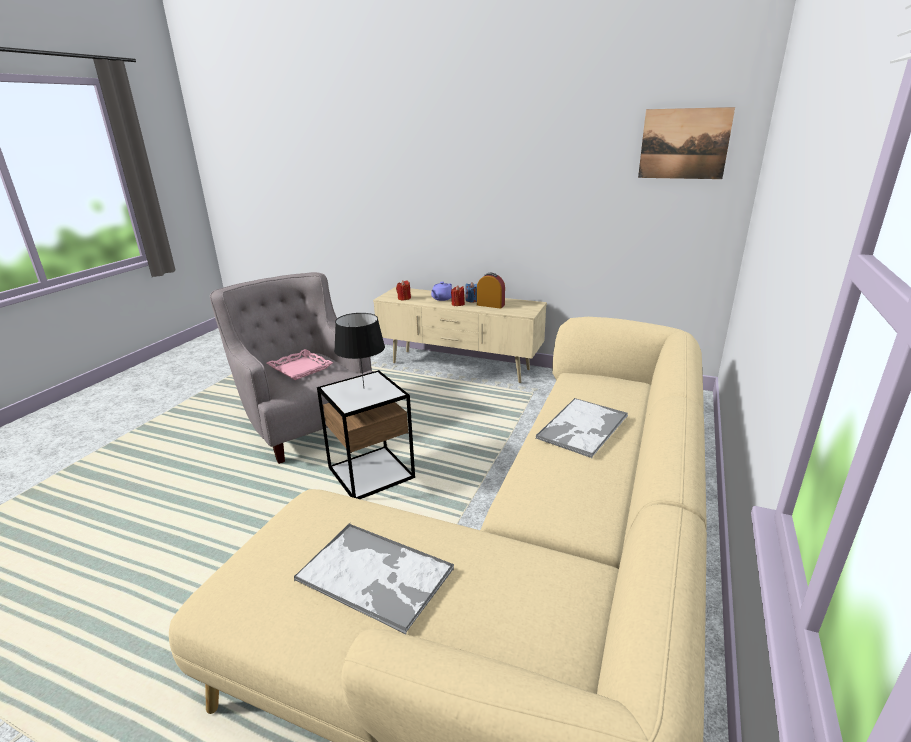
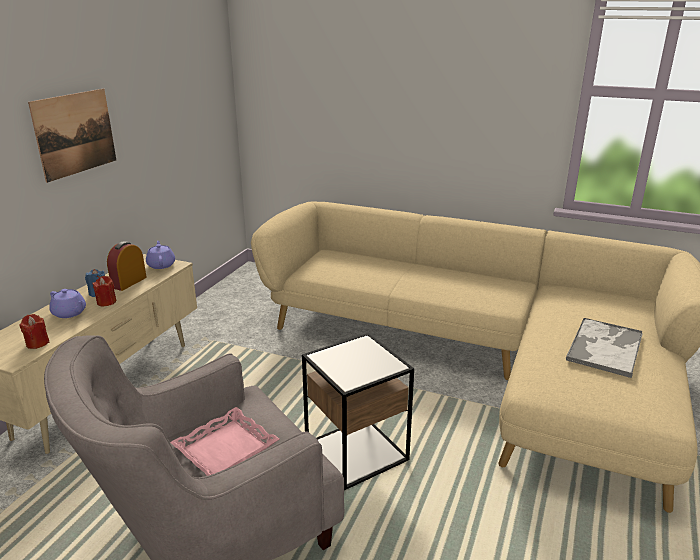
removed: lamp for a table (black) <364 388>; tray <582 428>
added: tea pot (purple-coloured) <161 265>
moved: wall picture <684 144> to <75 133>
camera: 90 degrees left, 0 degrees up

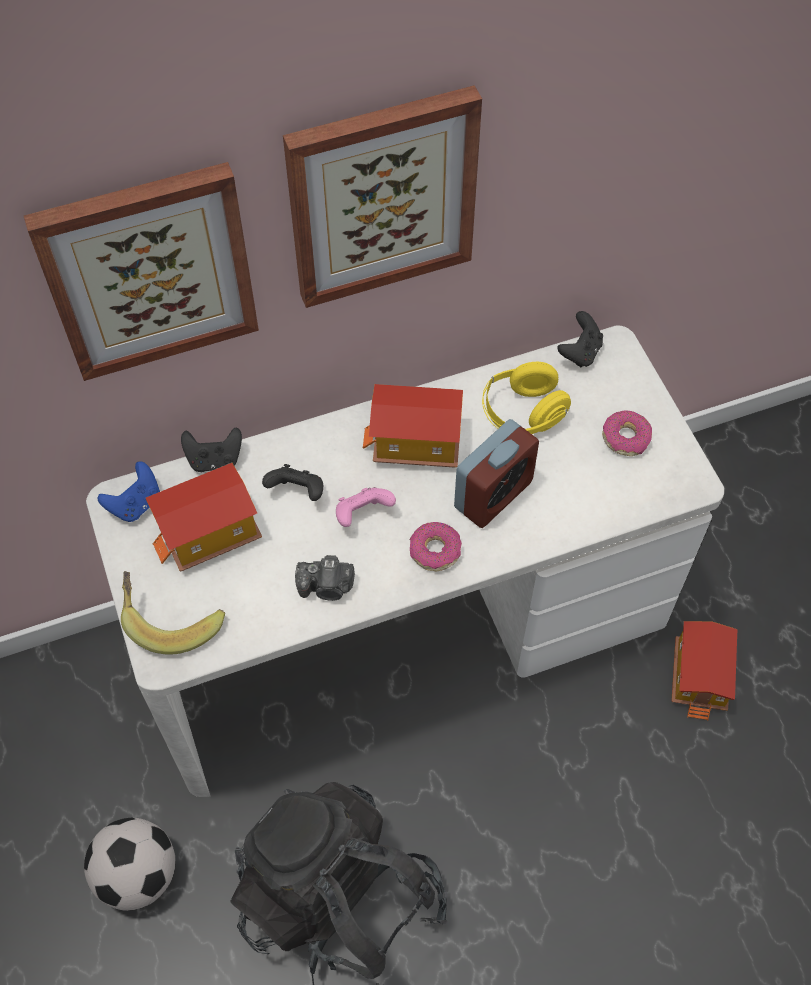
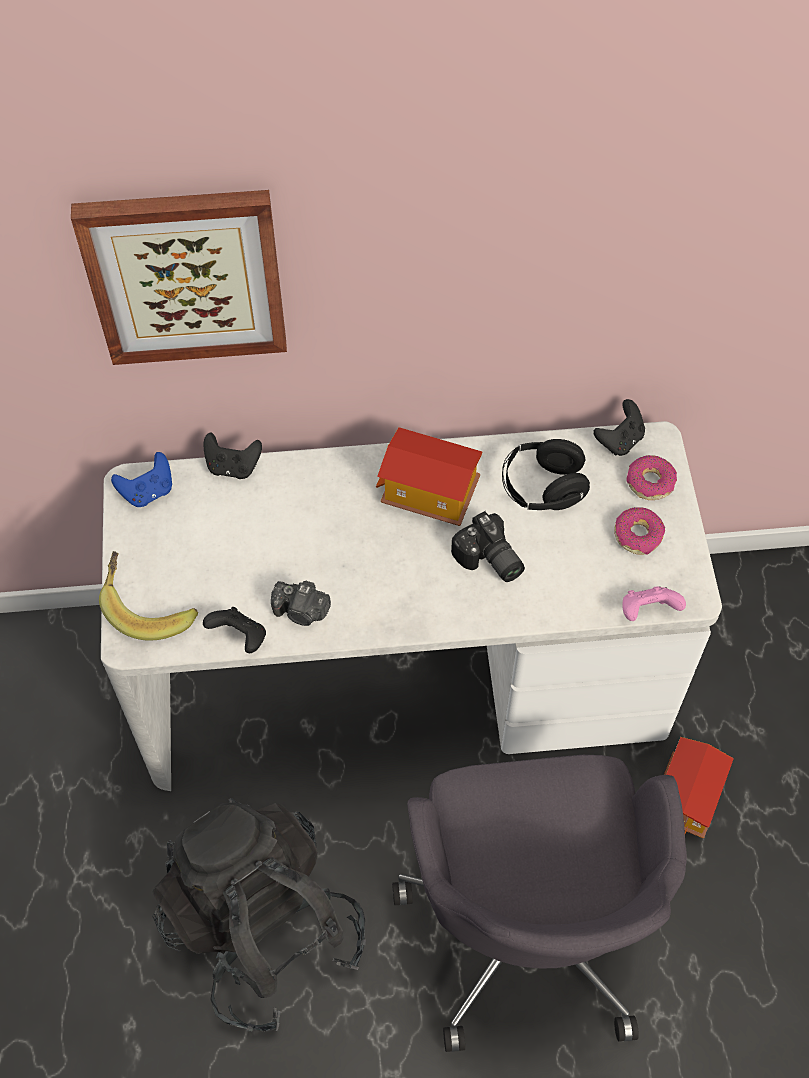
removed: football ball <138 874>; toy house <209 534>; wall picture <381 196>
added: computer chair (gray) <529 922>
moved: joypad (black) <297 492> to <240 637>; joypad (pink-coloured) <362 514> to <647 611>; doughnut <435 550> to <650 482>
replaced: alarm clock <493 495> to still camera <488 561>
recoloured: headphones (yellow) <522 414> to headphones (black) <542 488>
camera: 15 degrees right, 0 degrees up

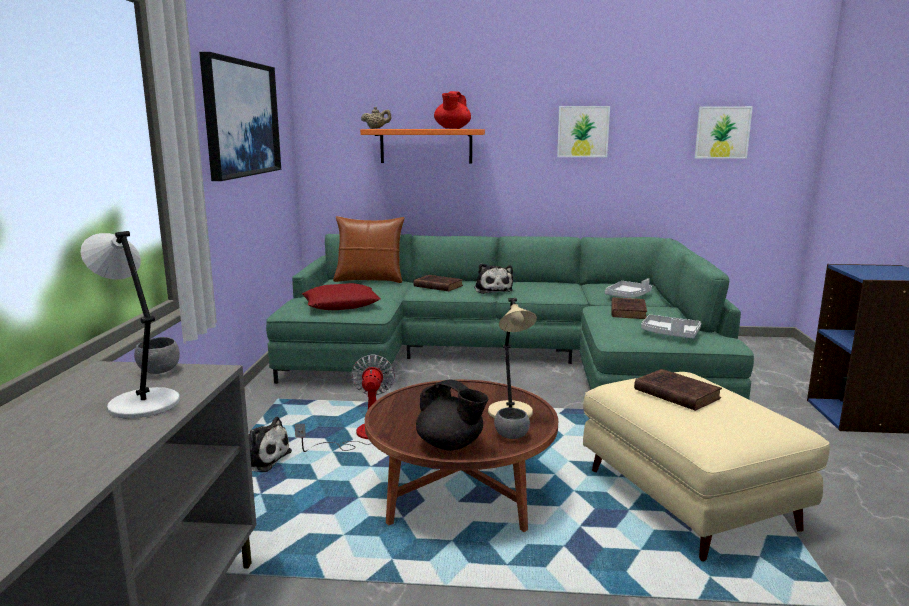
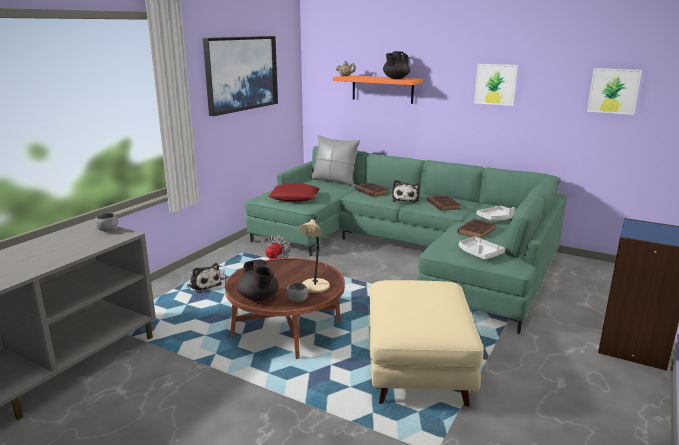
removed: lamp for a table (gray) <141 403>
moved: book (brown-coloured) <674 393> to <443 205>
recoloured: throw pillow (brown-coloured) <369 280> to throw pillow (gray) <334 181>; tea pot (red-coloured) <452 128> to tea pot (black) <395 78>
camera: 25 degrees right, 5 degrees up

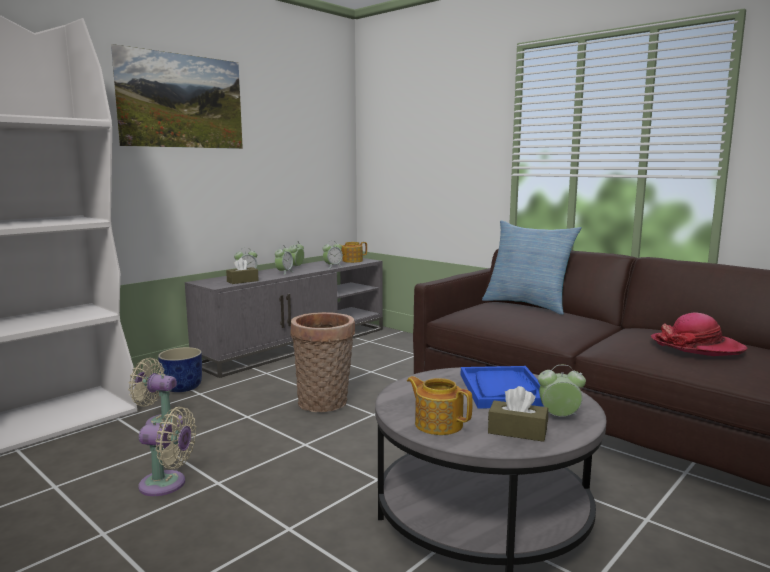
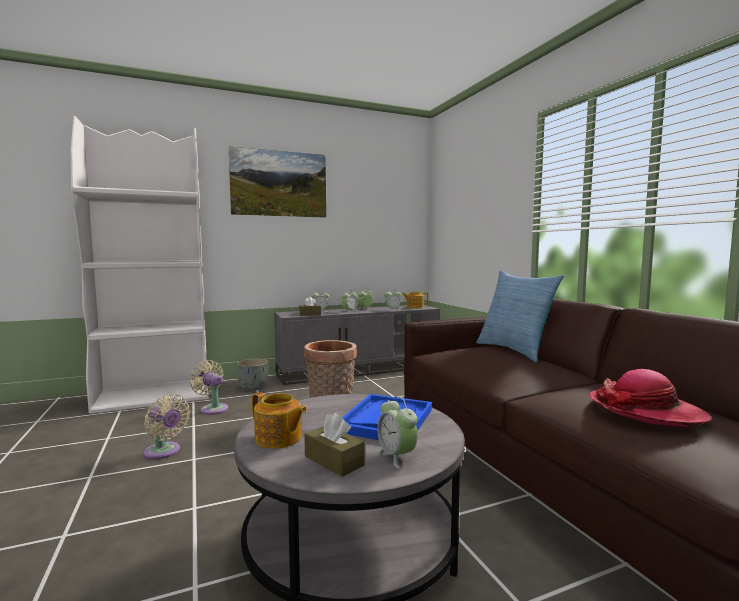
recoloured: planter (bluish) <182 387> to planter (gray) <253 387>
turned: tea pot <438 424> = <278 439> 150 degrees clockwise; alarm clock <559 417> = <396 456> 150 degrees counterclockwise
camera: 25 degrees right, 5 degrees down

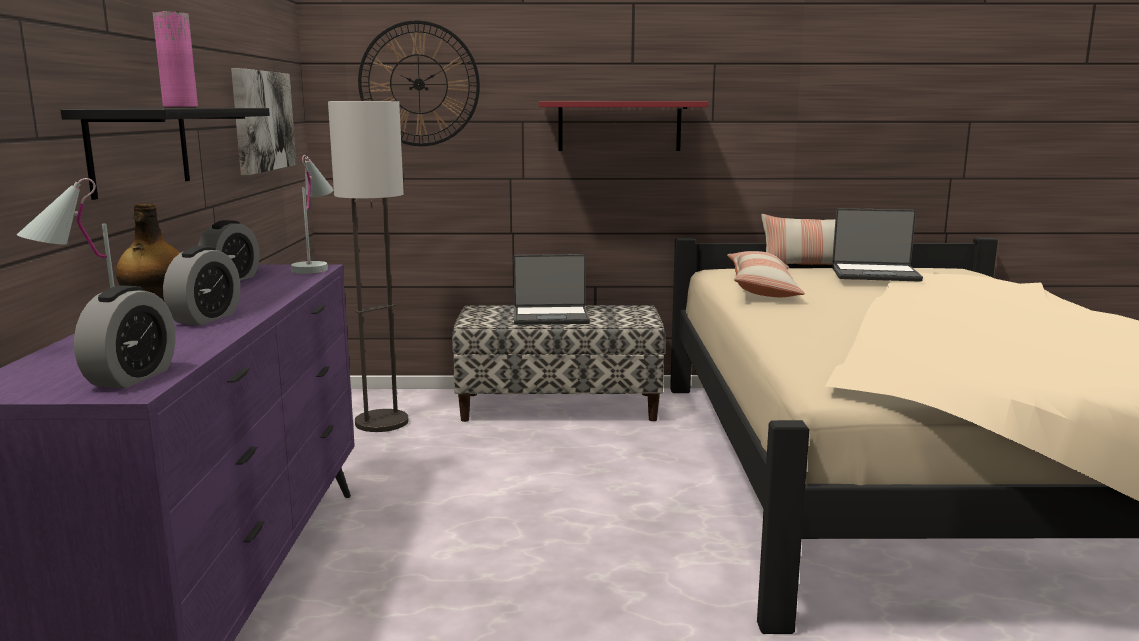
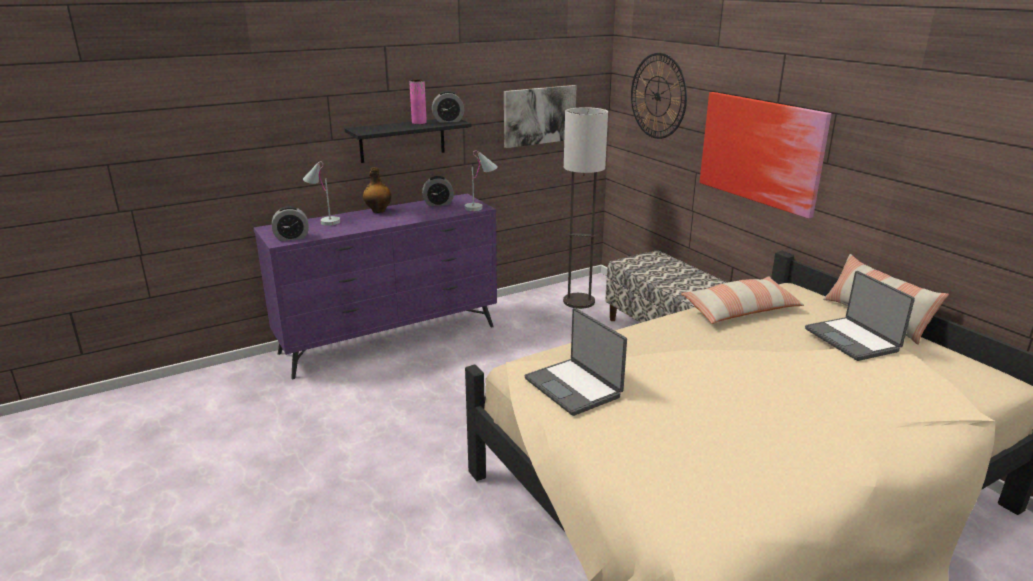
moved: alarm clock <206 318> to <448 121>; portable computer <551 317> to <574 387>
replaced: wall shelf (red-coloured) <619 126> to wall picture <760 151>
camera: 60 degrees right, 10 degrees up

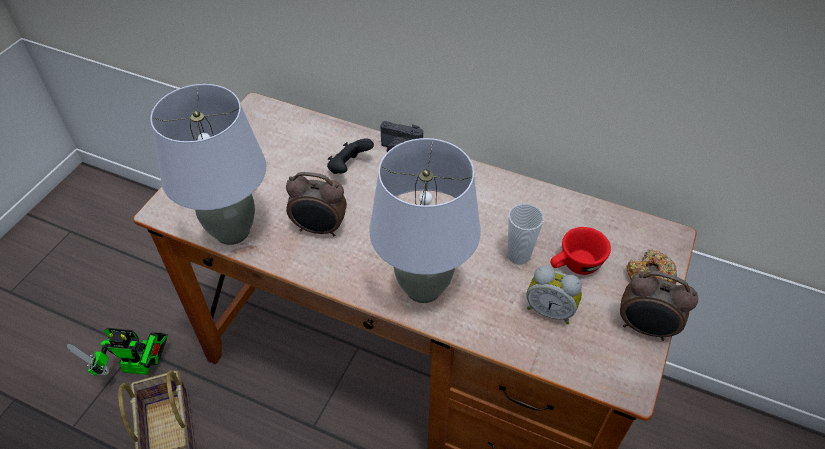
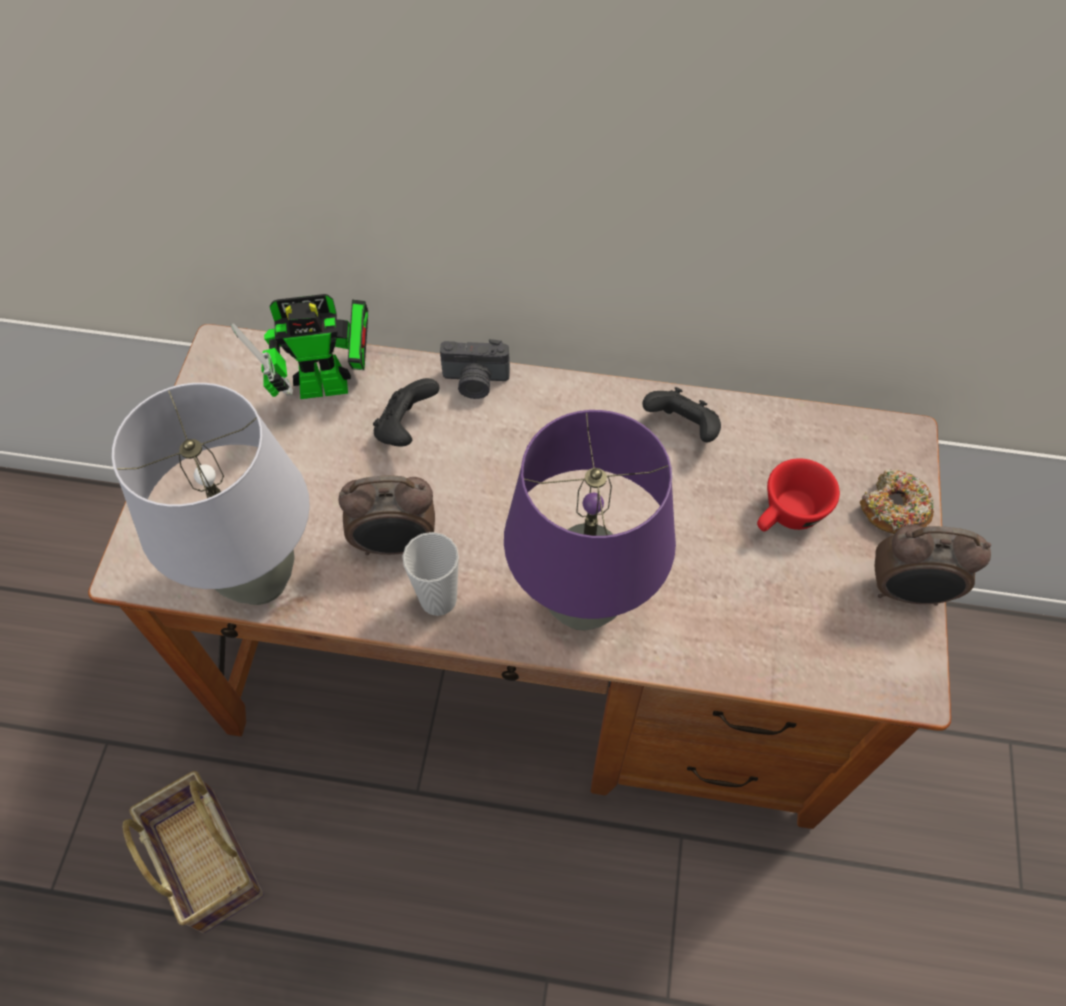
removed: alarm clock <550 310>
added: joypad (black) <682 428>
moved: toy robot <141 368> to <332 386>; small cup <518 255> to <438 599>
recoloured: lamp for a table (gray) <424 288> to lamp for a table (purple-coloured) <583 604>
camera: 15 degrees left, 10 degrees up

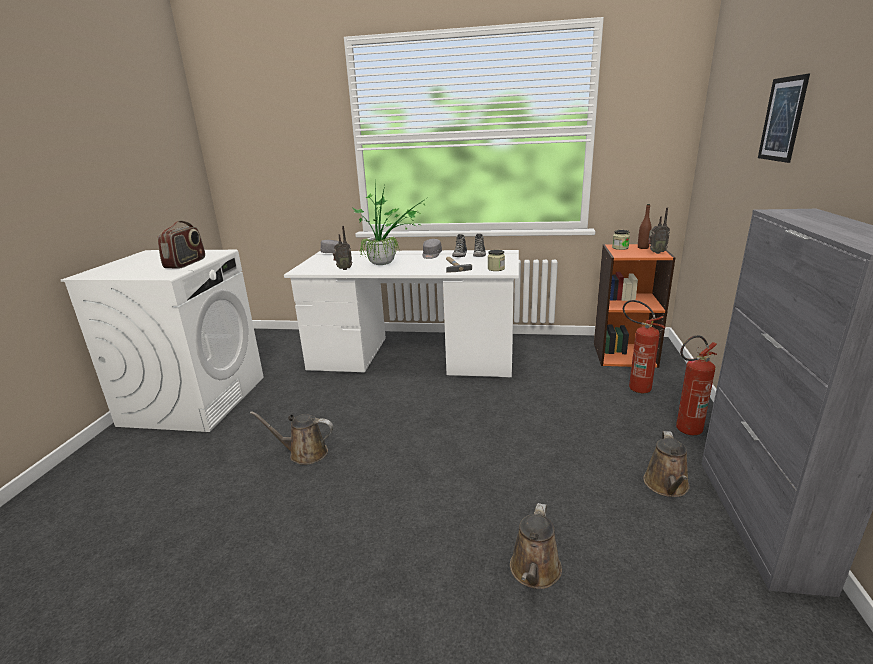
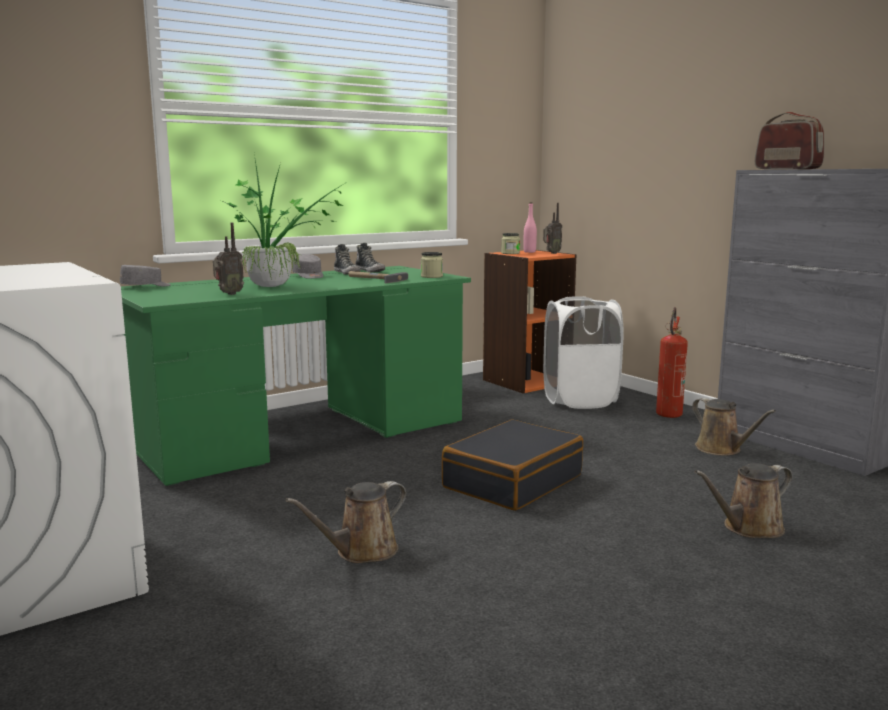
removed: wall picture <782 119>
added: piece of luggage (black) <512 481>
moved: radio <186 263> to <787 169>
replaced: fire extinguisher <634 387> to washing basket (white-coloured) <580 400>
recoloured: desk (white-coloured) <413 356> to desk (green-coloured) <302 434>; beverage bottle (brown-coloured) <643 248> to beverage bottle (pink-coloured) <529 252>
turned: watering pot (brown-coloured) <534 572> = <748 528> 90 degrees clockwise
camera: 45 degrees left, 10 degrees down

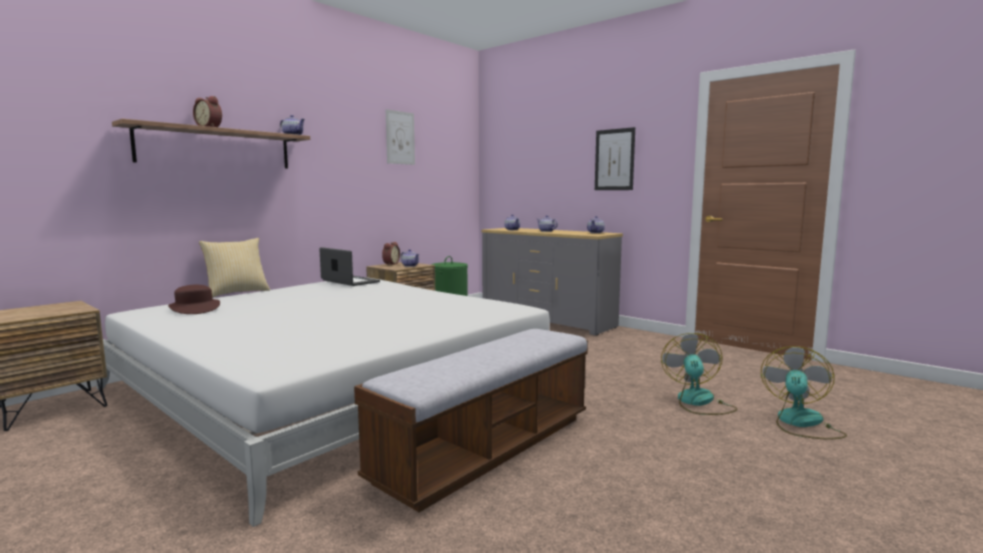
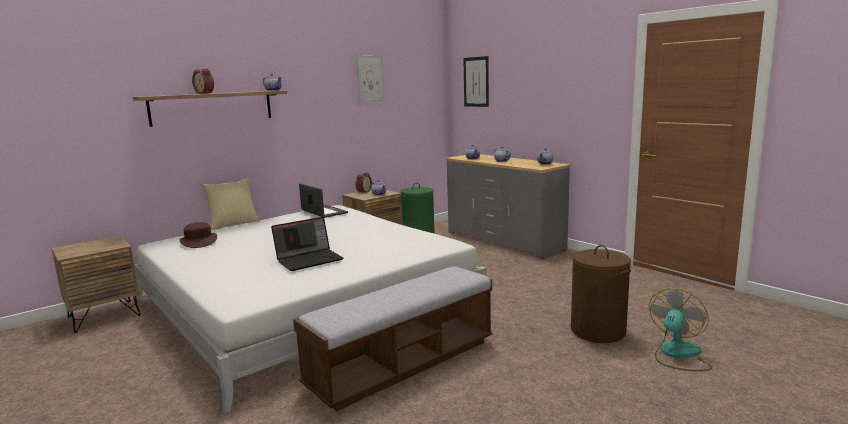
added: portable computer <309 259>
moved: wall picture <614 159> to <476 82>
replaced: electric fan <698 402> to washing basket (brown-coloured) <597 331>
camera: 10 degrees right, 5 degrees up

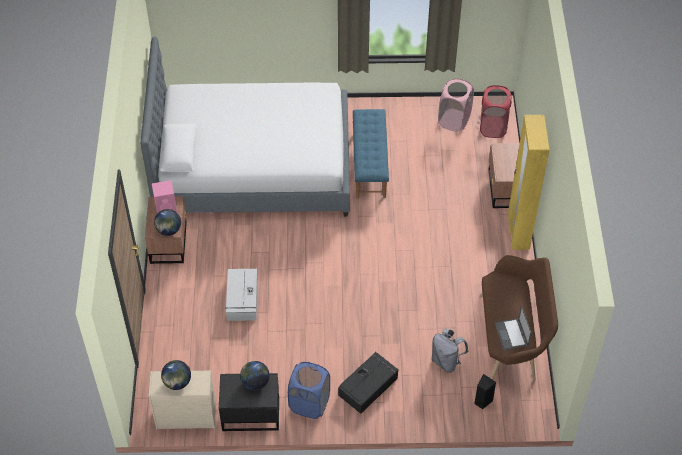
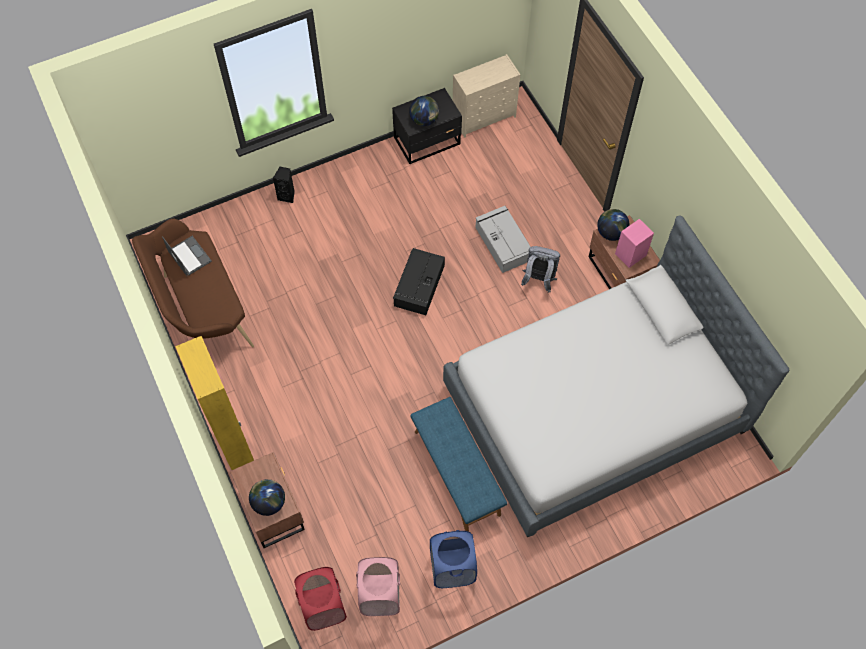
moved: globe <177 382> to <269 502>; washing basket (bluish) <309 403> to <452 568>; storage box (black) <368 386> to <419 286>; rucksack (gray) <446 361> to <538 280>; speaker (black) <482 401> to <287 196>
camera: 155 degrees right, 10 degrees up

